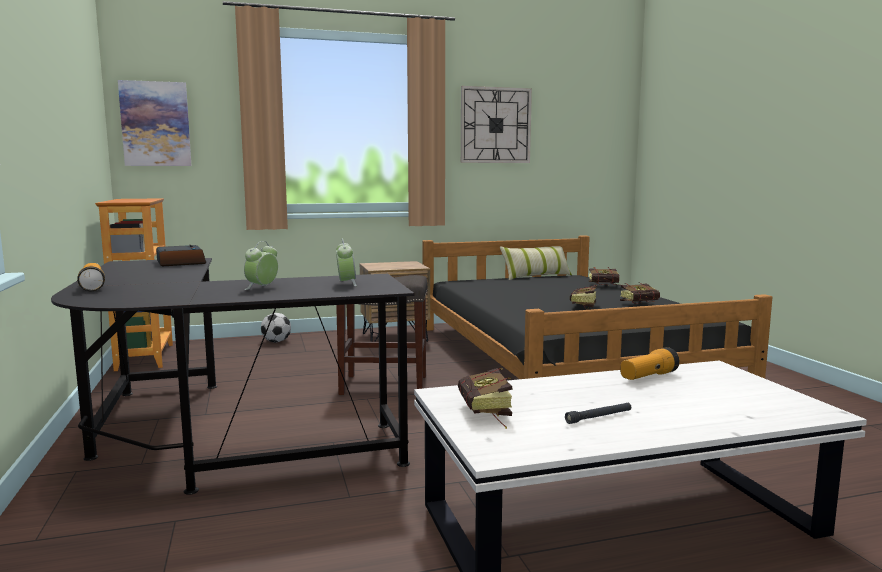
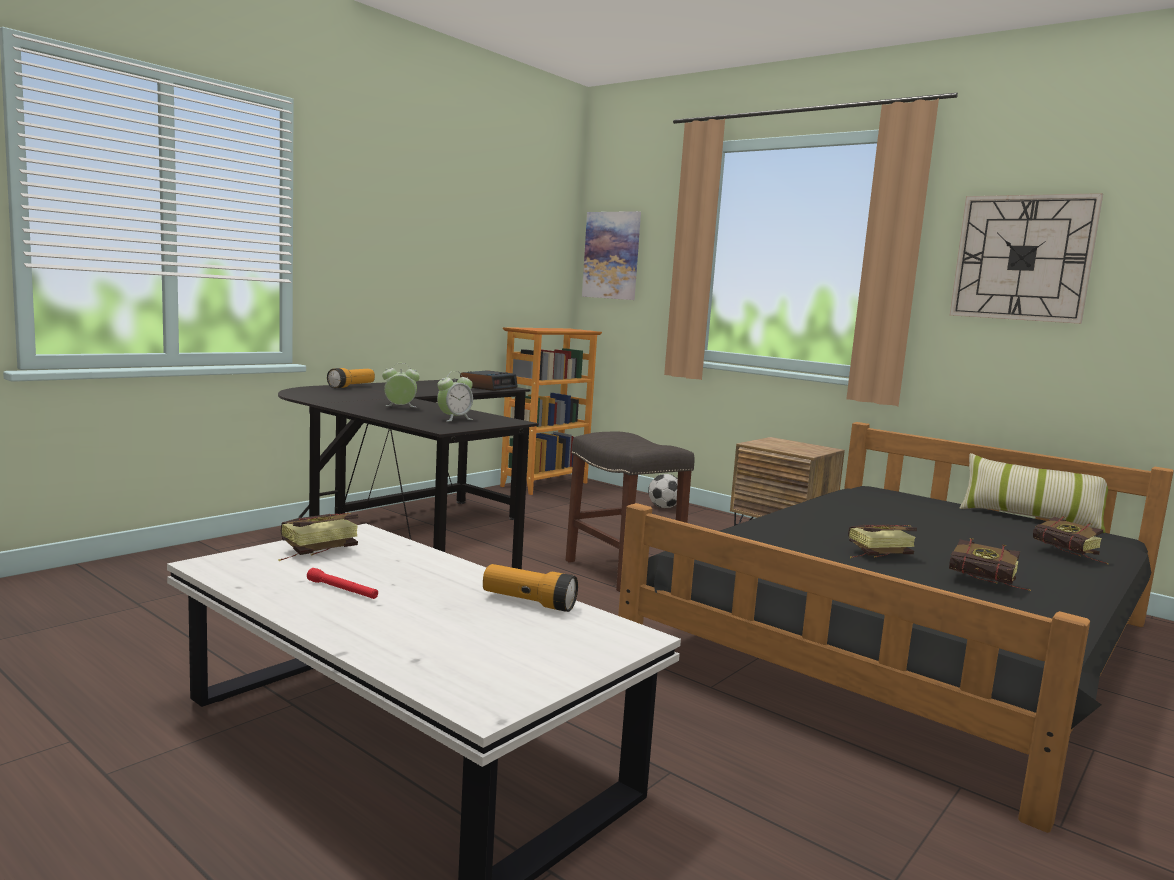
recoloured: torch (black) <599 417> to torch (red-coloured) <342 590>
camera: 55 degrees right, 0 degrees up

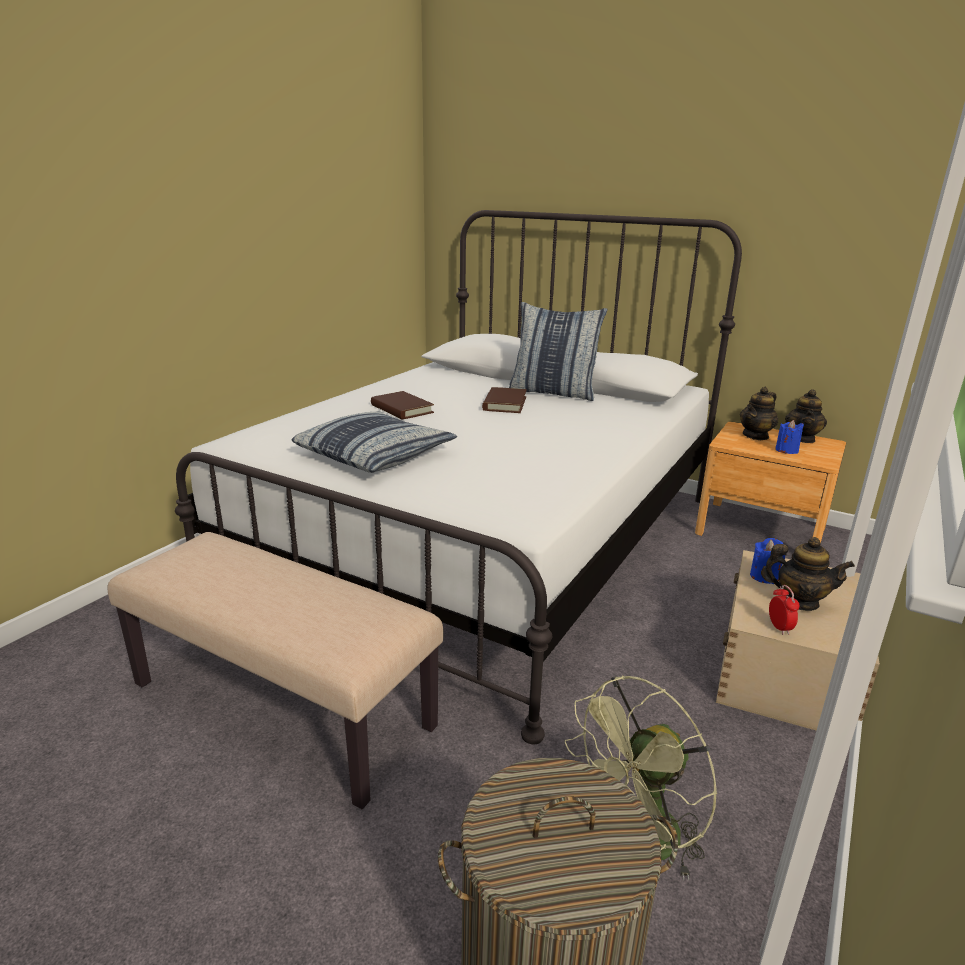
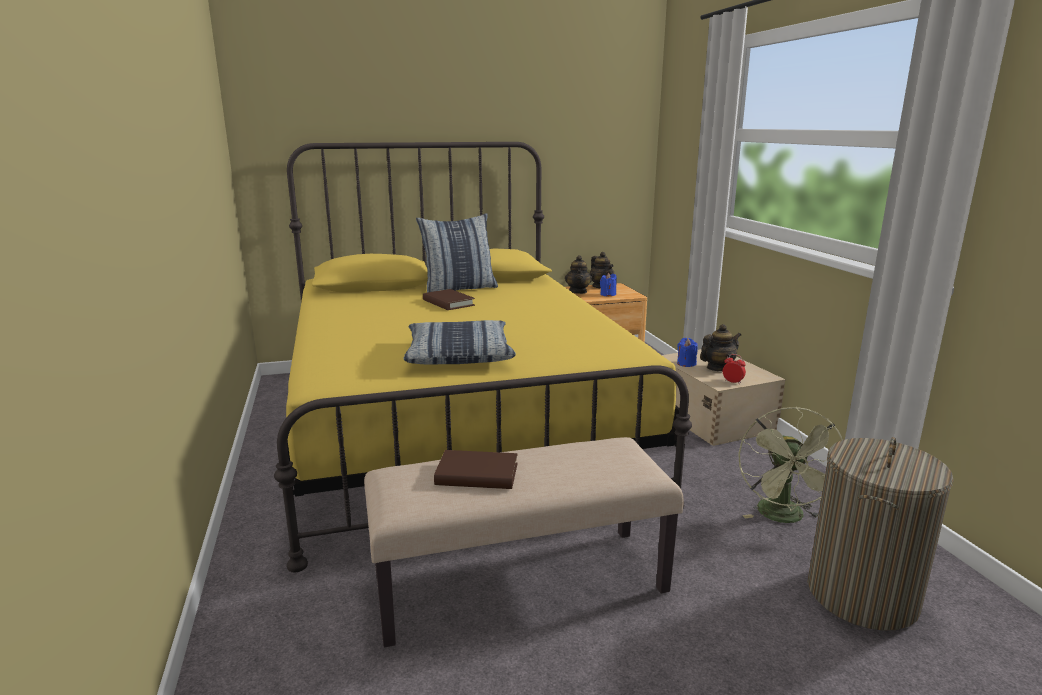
moved: book (brown-coloured) <402 409> to <477 474>
recoloured: bed (white-coloured) <485 541> to bed (yellow) <455 427>
camera: 45 degrees left, 5 degrees down

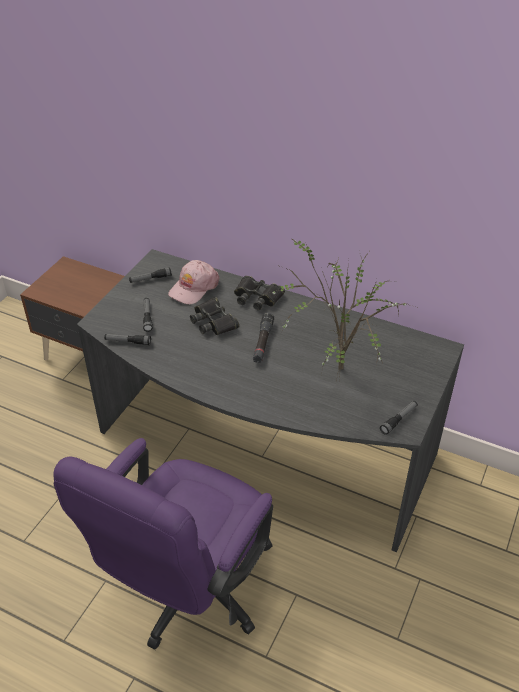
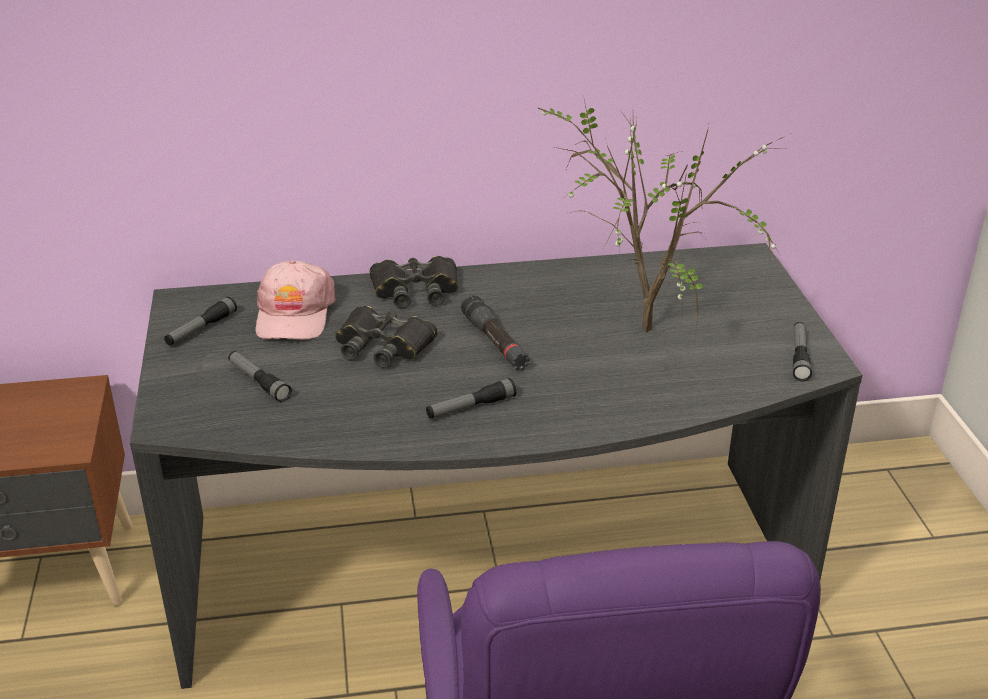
moved: torch <128 342> to <471 407>
camera: 35 degrees left, 10 degrees down

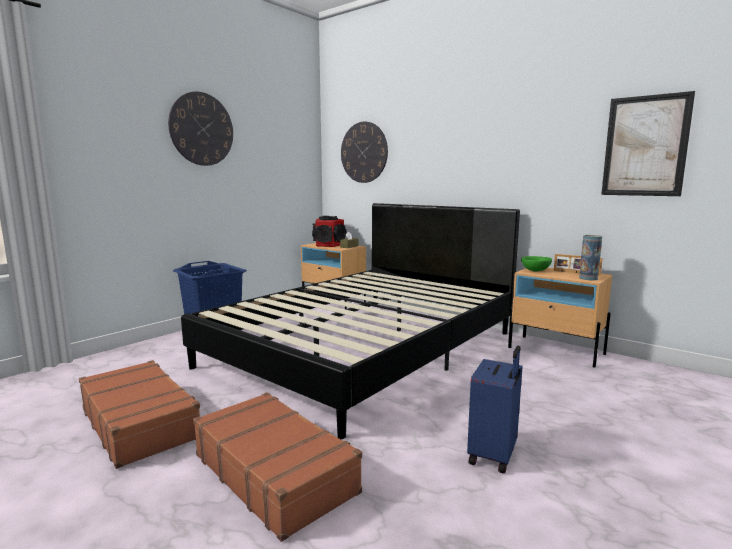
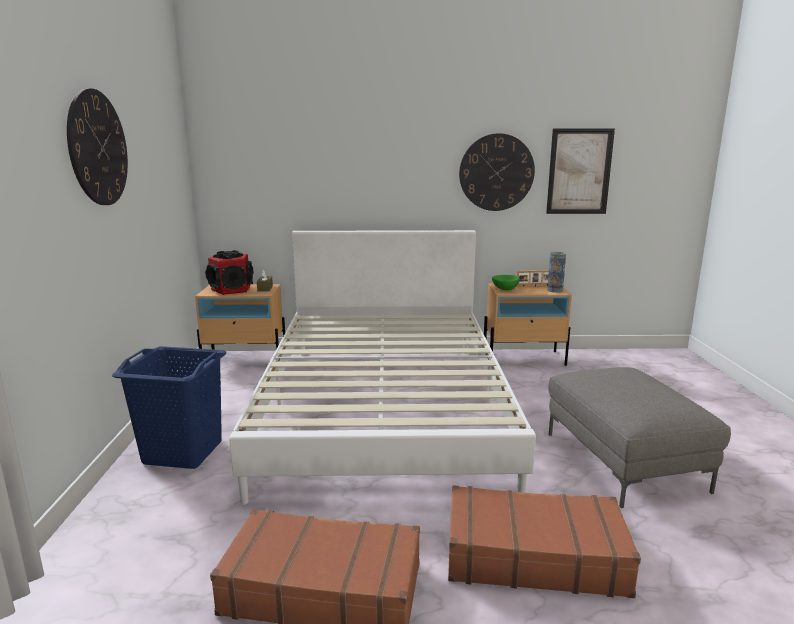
moved: clock on the wall <364 152> to <496 172>
replaced: piece of luggage (bluish) <494 455> to footrest (gray) <625 462>
recoloured: bed (black) <366 349> to bed (white-coloured) <385 407>
camera: 40 degrees left, 5 degrees up

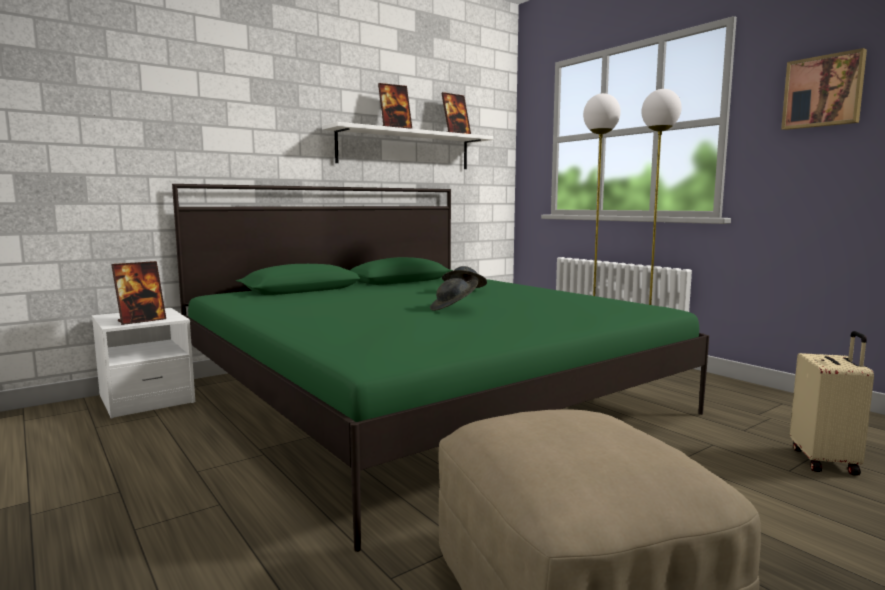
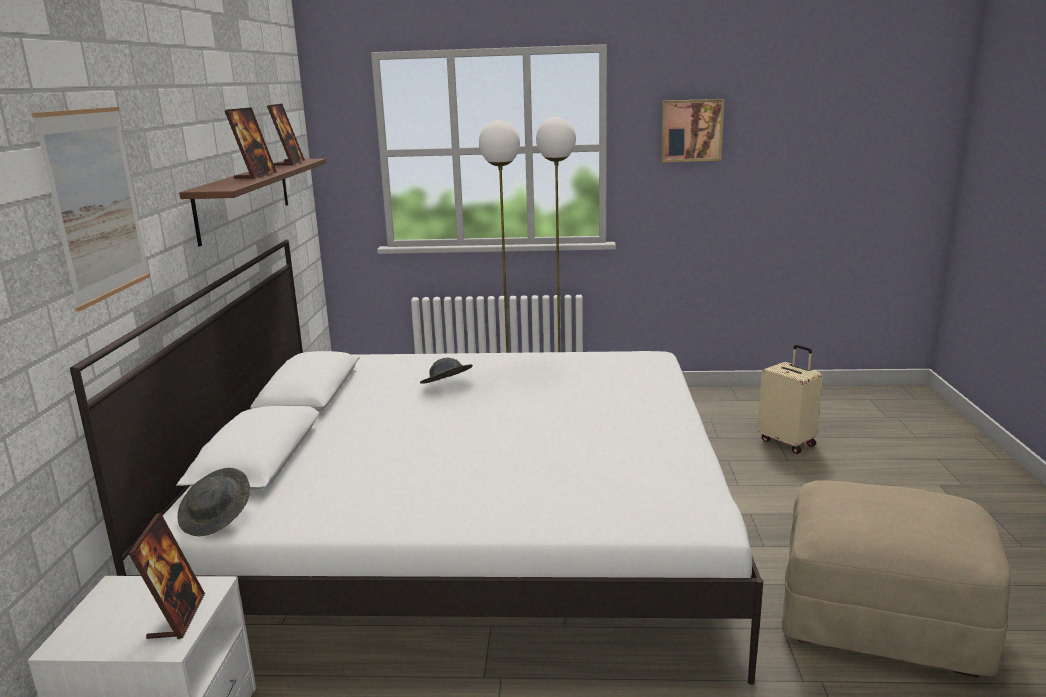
added: wall picture <96 204>
moved: clothing hat (gray) <454 308> to <217 518>
recoloured: bed (green-coloured) <423 396> to bed (white-coloured) <471 526>; wall shelf (white-coloured) <405 149> to wall shelf (brown-coloured) <245 198>
camera: 50 degrees left, 10 degrees up

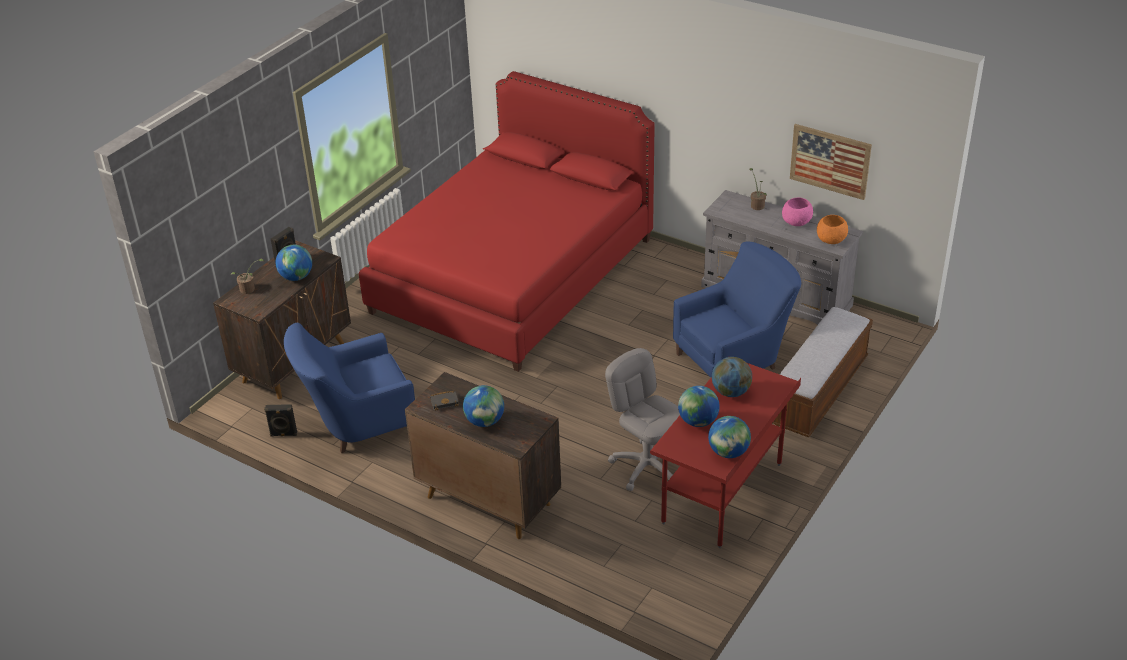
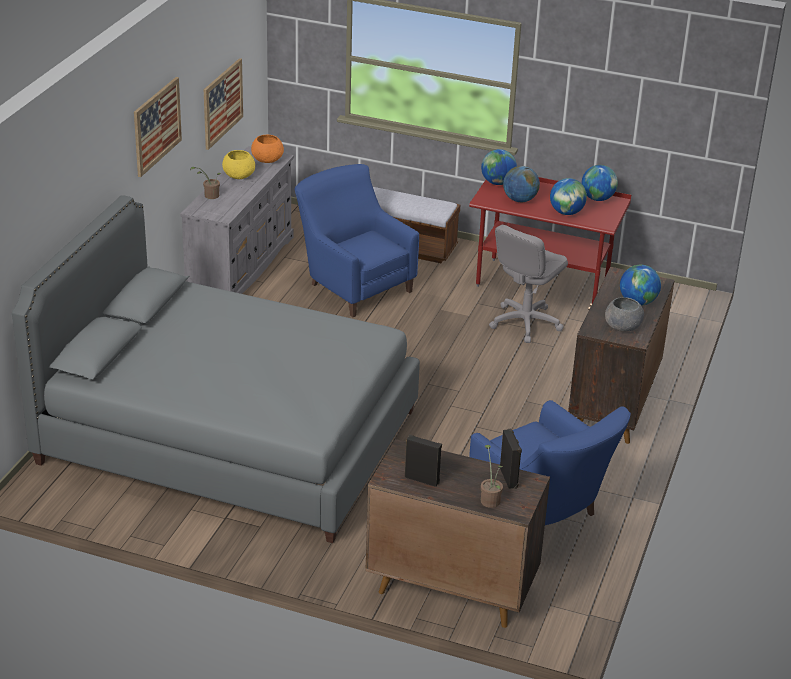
added: wall picture <157 126>
moved: speaker (black) <283 434> to <509 478>; globe <296 277> to <497 183>
replaced: book (black) <445 401> to serving bowl (gray) <622 327>
recoloured: bed (red-coloured) <513 275> to bed (gray) <229 437>; serving bowl (pink-coloured) <796 222> to serving bowl (yellow) <239 176>
camera: 105 degrees left, 5 degrees down

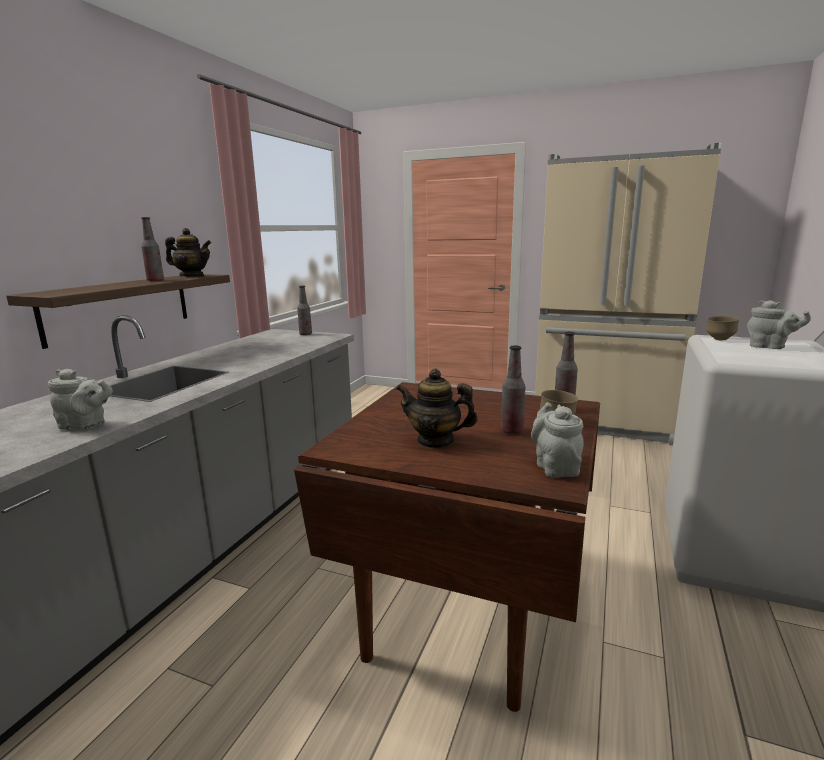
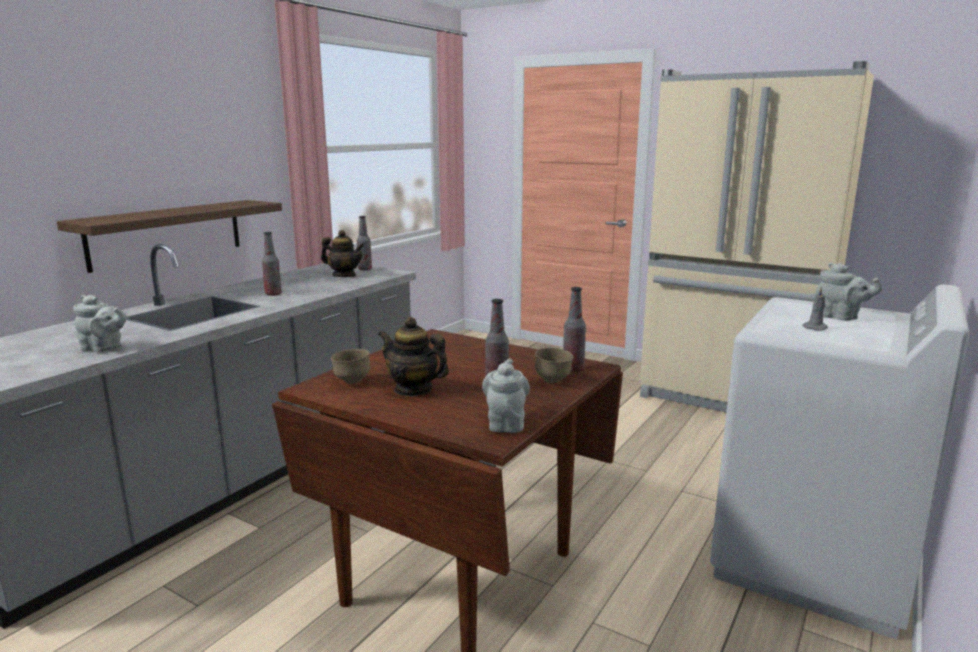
added: candle (gray) <815 328>
moved: beverage bottle <155 280> to <273 294>; tea pot <192 276> to <344 275>; serving bowl (brown-coloured) <719 339> to <352 381>
camera: 10 degrees right, 0 degrees up

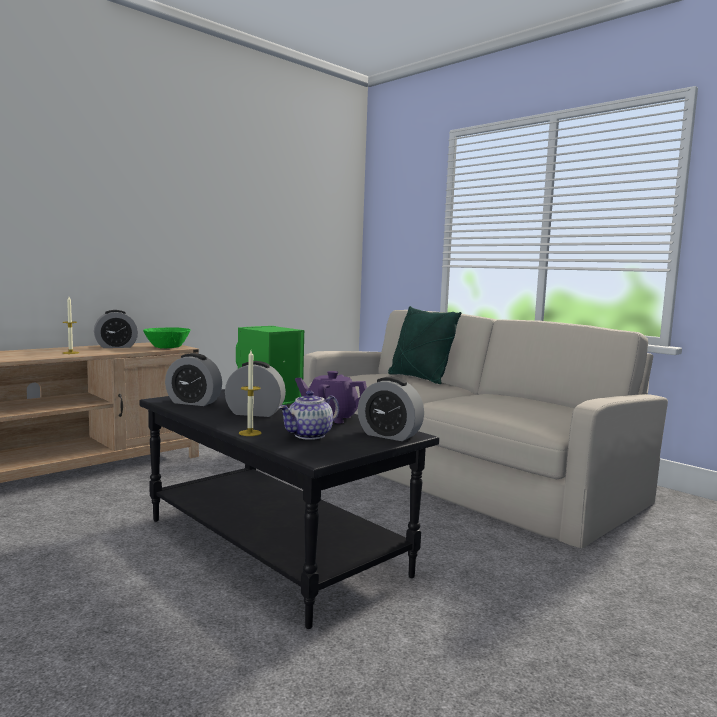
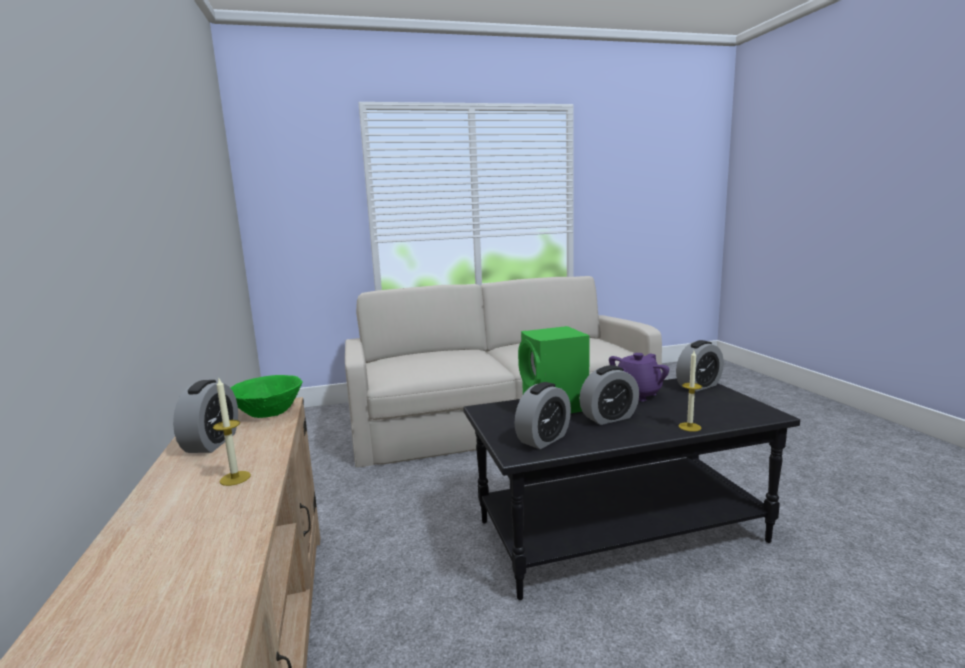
removed: tea pot <309 435>; throw pillow (green-coloured) <419 378>
turned: alarm clock <255 413> = <609 418> 150 degrees counterclockwise
camera: 60 degrees left, 5 degrees up

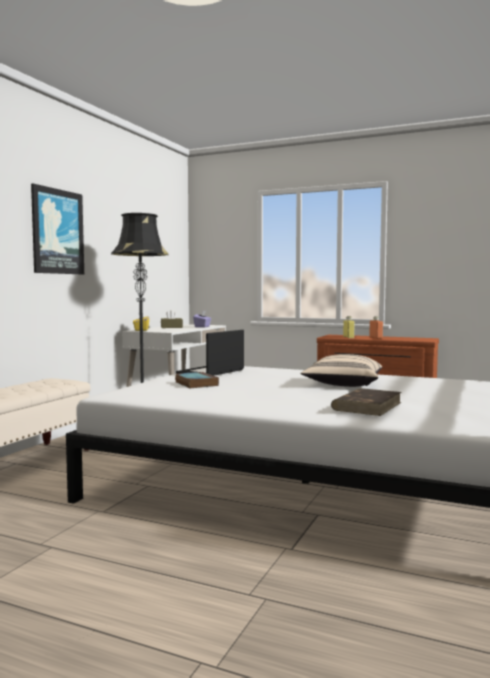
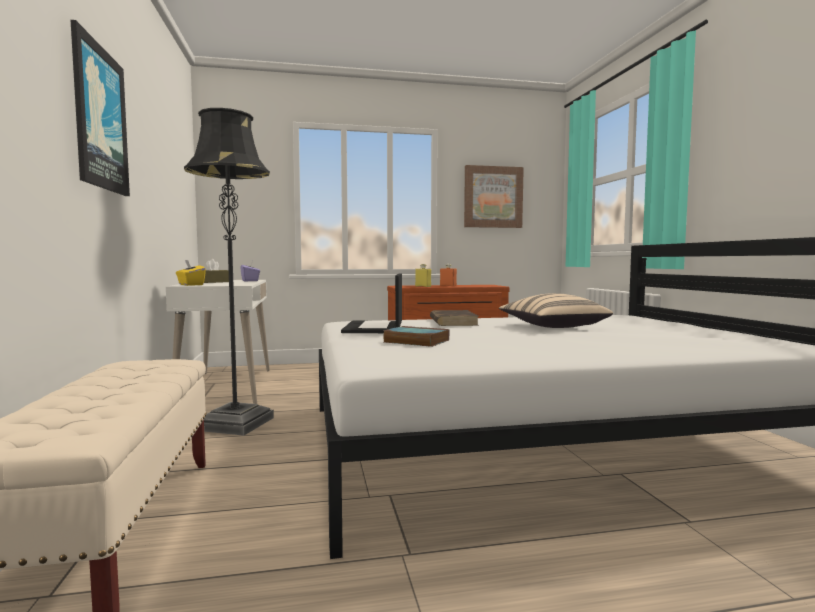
added: wall picture <493 197>
moved: book (brown-coloured) <367 406> to <453 322>
camera: 35 degrees left, 0 degrees up

